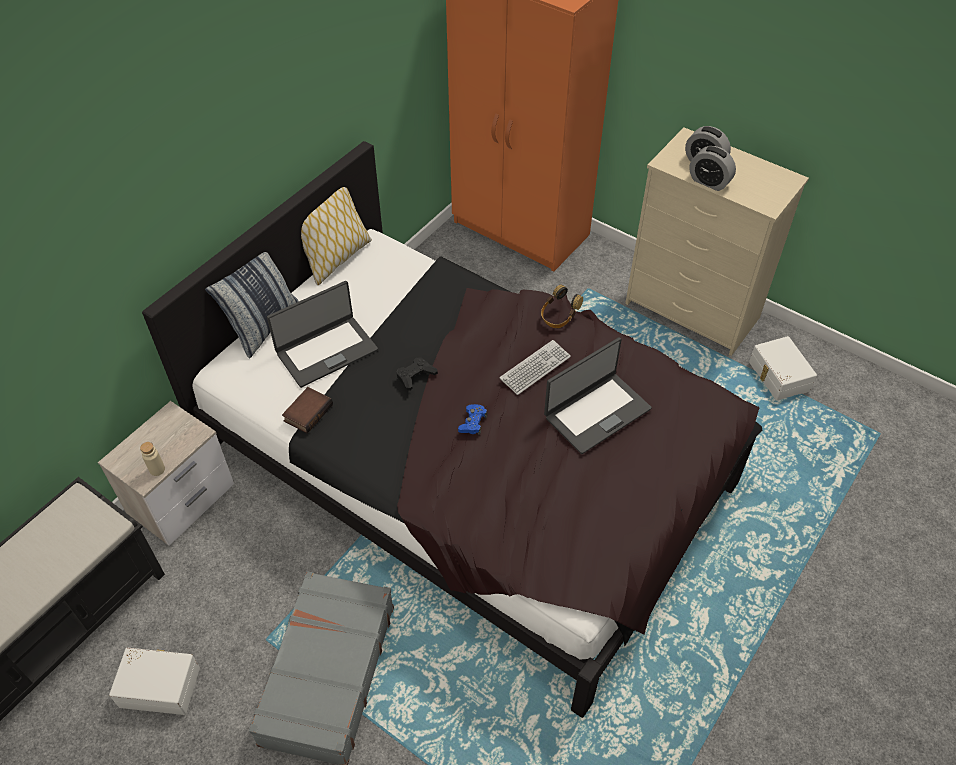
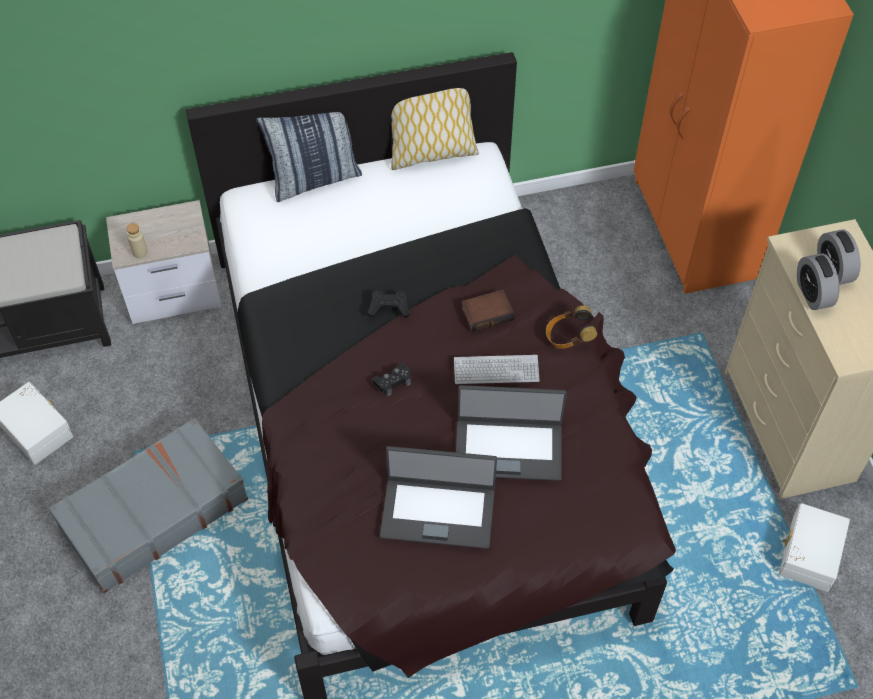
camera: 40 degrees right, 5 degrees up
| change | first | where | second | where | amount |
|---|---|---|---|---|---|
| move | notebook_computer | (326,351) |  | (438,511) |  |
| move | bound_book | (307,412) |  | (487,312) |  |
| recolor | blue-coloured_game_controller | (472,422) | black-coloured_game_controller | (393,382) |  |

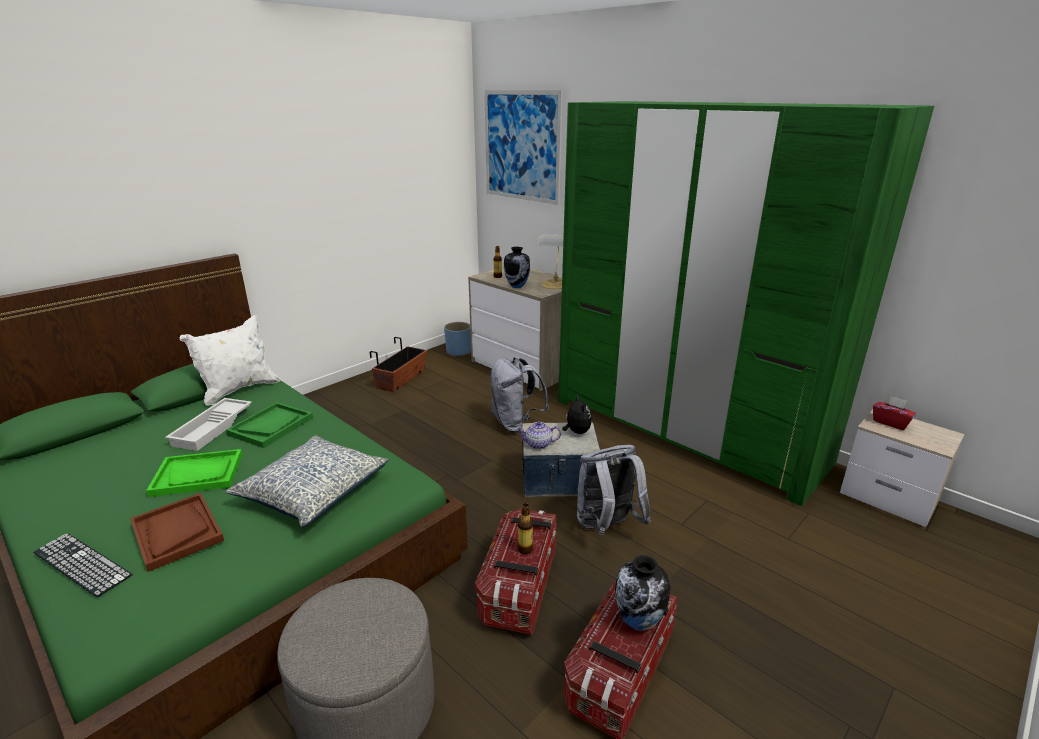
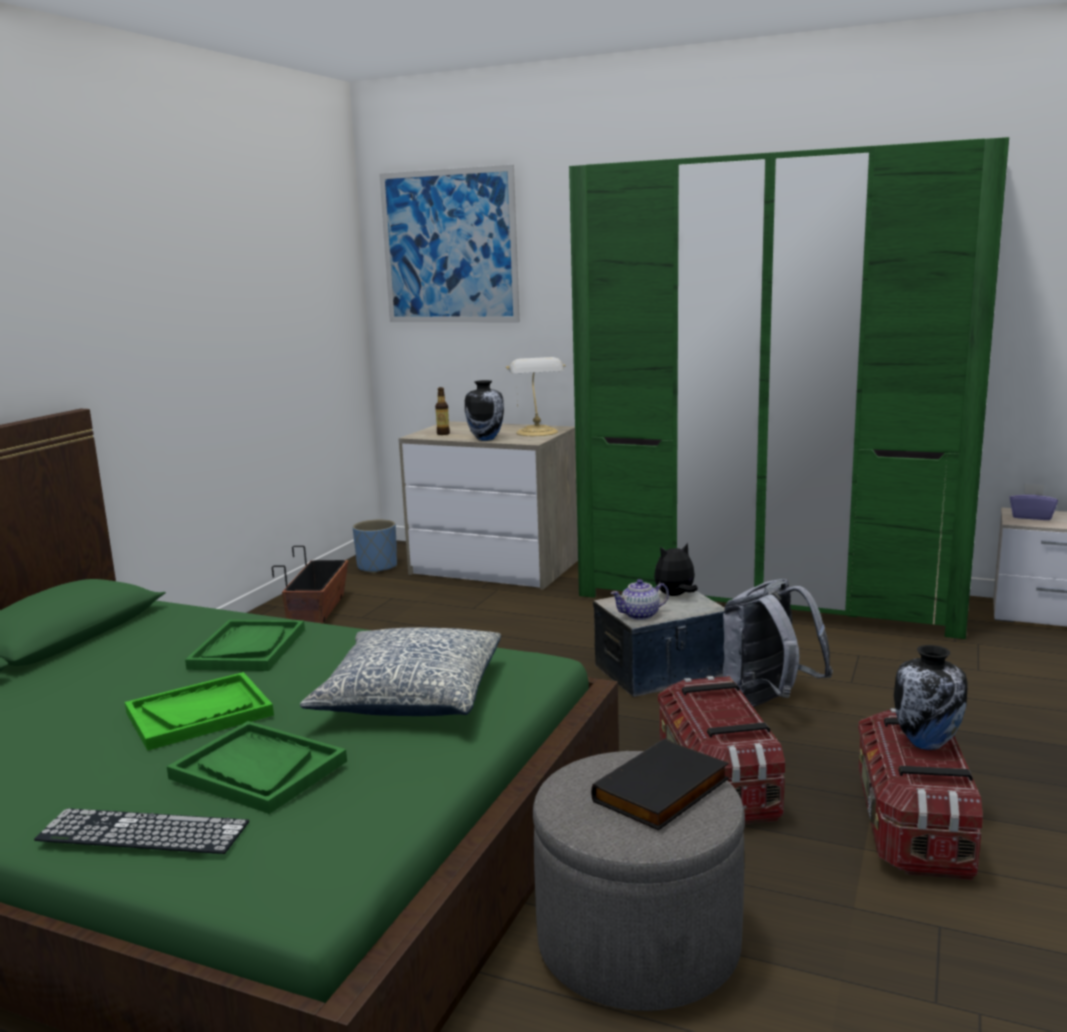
camera: 20 degrees left, 10 degrees down
| change | first | where | second | where | amount |
|---|---|---|---|---|---|
| recolor | brown-coloured_tray | (177,532) | green_tray | (258,770) |  |
| delete | white-coloured_tray | (213,428) |  |  |  |
| delete | white-coloured_cushion | (239,390) |  |  |  |
| delete | gray_knapsack | (515,423) |  |  |  |
| delete | drink_bottle | (525,549) |  |  |  |
| rotate | plush_toy | (576,432) |  | (675,596) | 75 degrees counterclockwise |
| recolor | reddish_box_of_tissues | (890,422) | purple-coloured_box_of_tissues | (1031,516) |  |
| insert |  |  | black-coloured_bound_book | (663,792) |  |

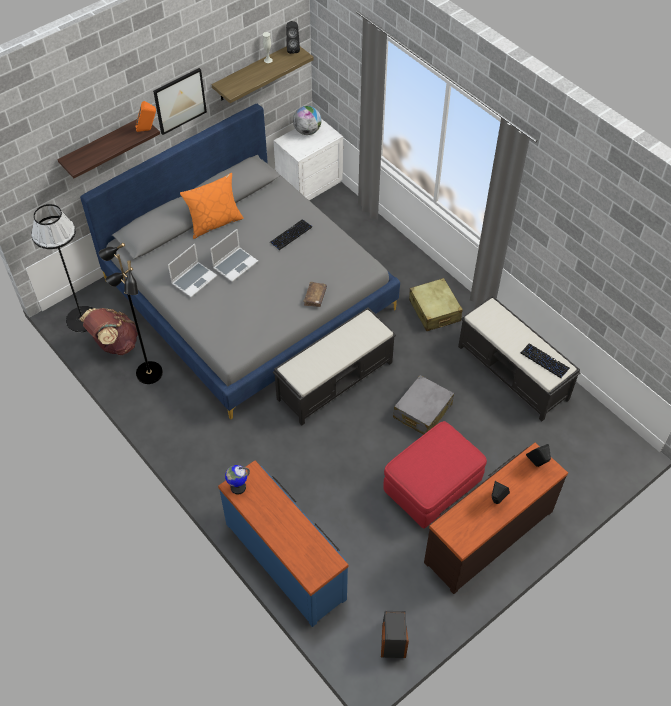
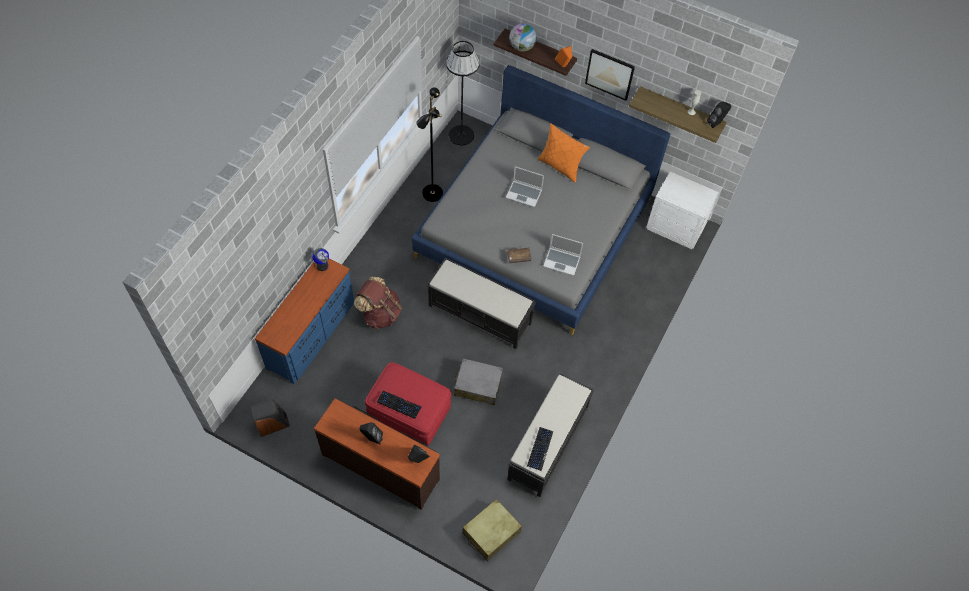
camera: 65 degrees right, 5 degrees up
| change | first | where | second | where | amount |
|---|---|---|---|---|---|
| move | brown-coloured_knapsack | (114,344) |  | (380,314) |  |
| move | notebook_computer | (194,279) |  | (562,261) |  |
| move | computer_keyboard | (291,235) |  | (399,405) |  |
| move | desk_globe | (307,131) |  | (522,47) |  |
| move | sand-coloured_suitcase | (434,311) |  | (491,532) |  |

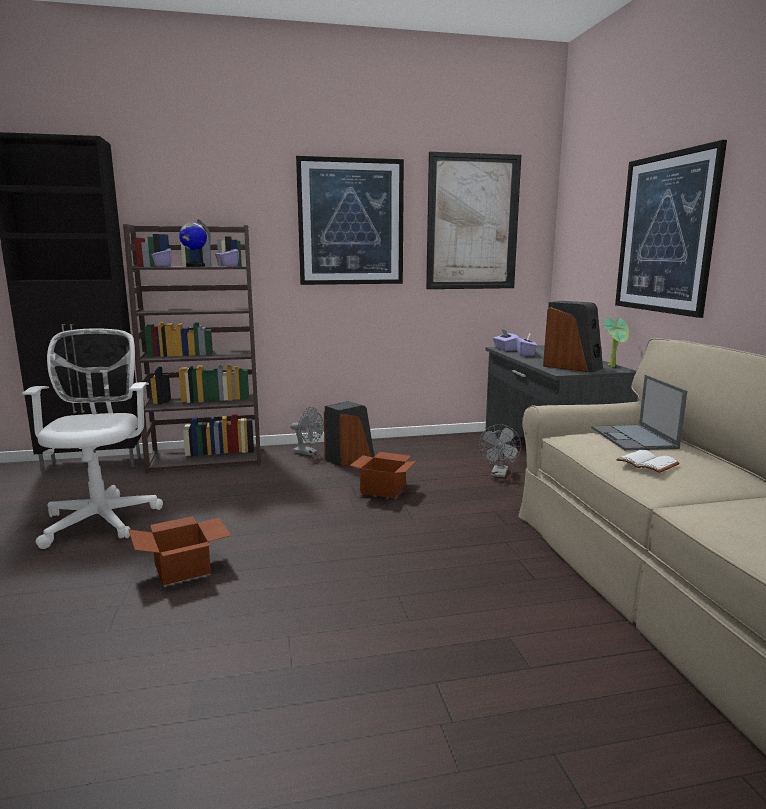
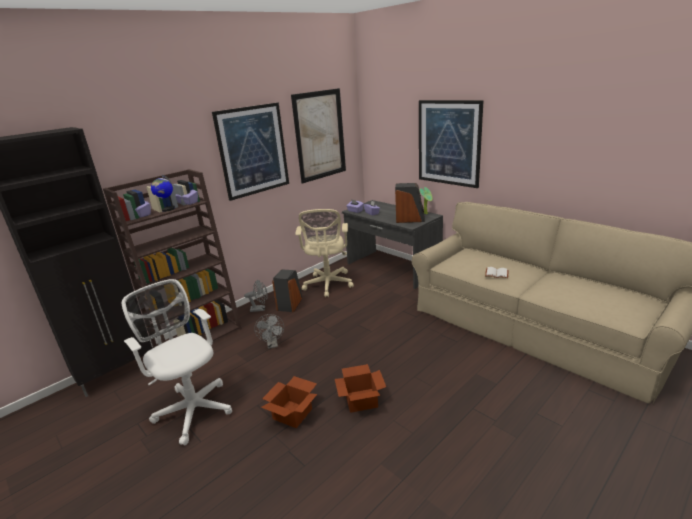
camera: 30 degrees left, 10 degrees up
| change | first | where | second | where | amount |
|---|---|---|---|---|---|
| move | carton | (384,489) |  | (361,399) |  |
| move | gray_fan | (499,474) |  | (272,345) |  |
| delete | notebook_computer | (634,438) |  |  |  |
| insert |  |  | sand-coloured_desk_chair | (328,285) |  |

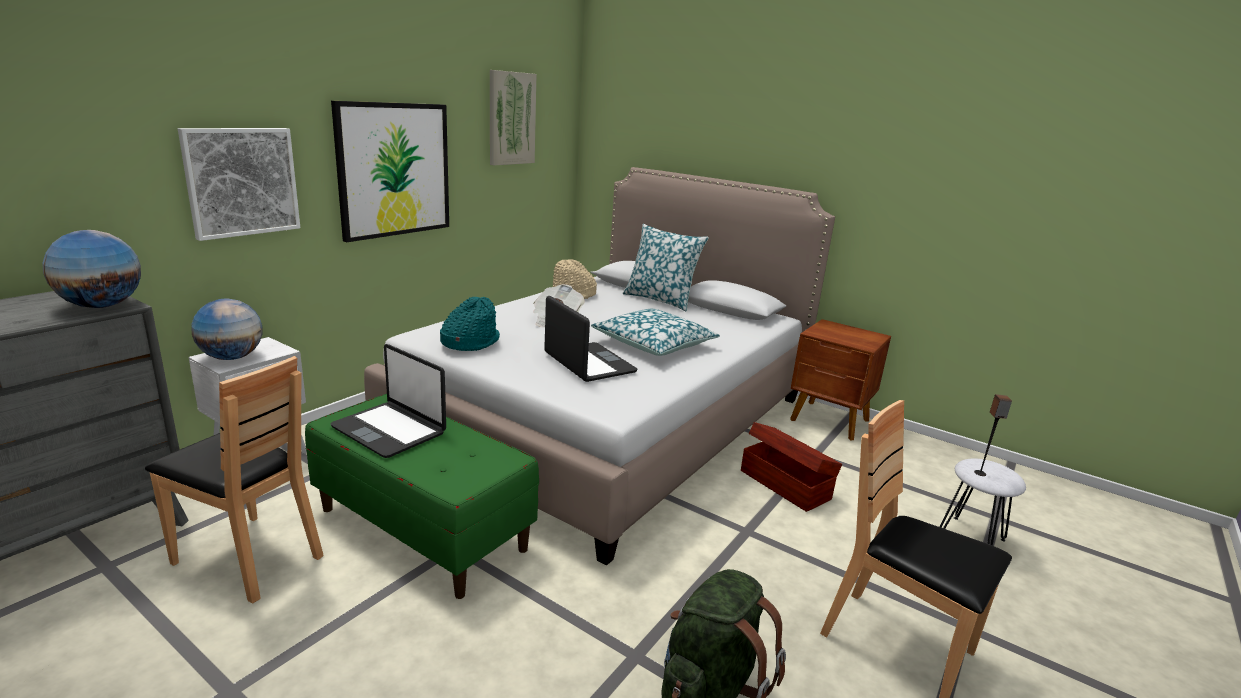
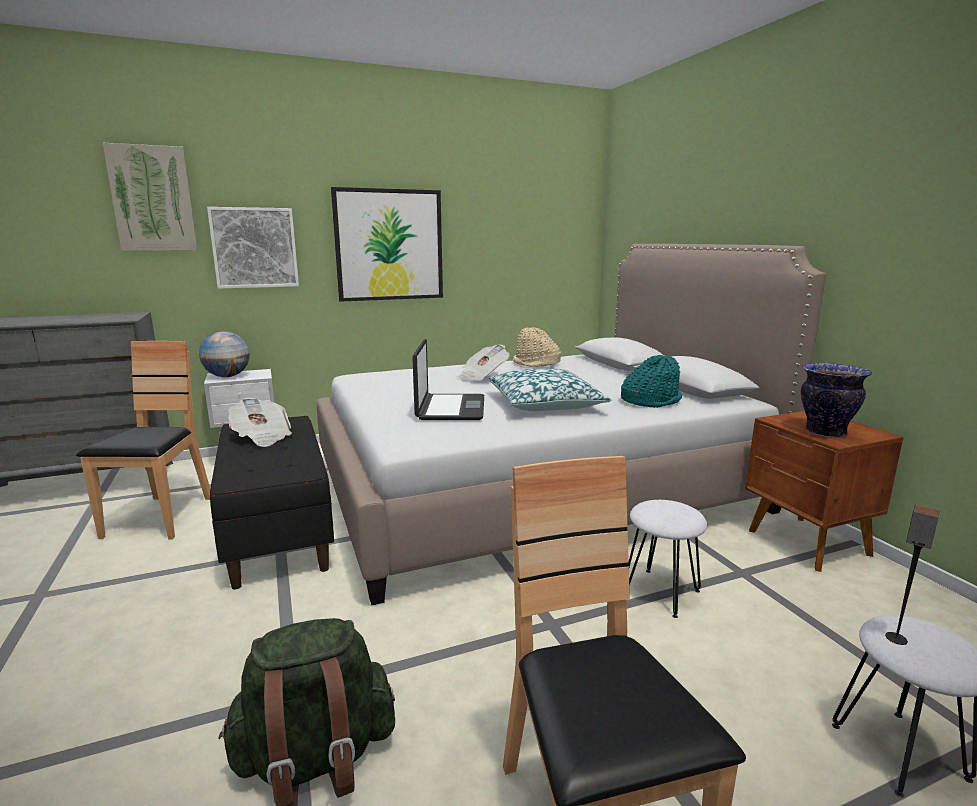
camera: 35 degrees right, 5 degrees down
| change | first | where | second | where | amount |
|---|---|---|---|---|---|
| delete | desk_globe | (101,306) |  |  |  |
| rotate | brown-coloured_plain_chair | (249,558) |  | (160,518) | 150 degrees counterclockwise |
| recolor | green_bench | (423,529) | black-coloured_bench | (278,531) |  |
| replace | notebook_computer | (390,430) | printed_paper | (262,437) |  |
| move | turquoise_wearable_hat | (470,342) |  | (650,401) |  |
| move | picture | (511,118) |  | (153,199) |  |
| delete | cushion | (660,300) |  |  |  |
| replace | brown-coloured_storage_box | (785,484) | white-coloured_stool | (659,592) |  |
| insert |  |  | vase | (824,432) |  |

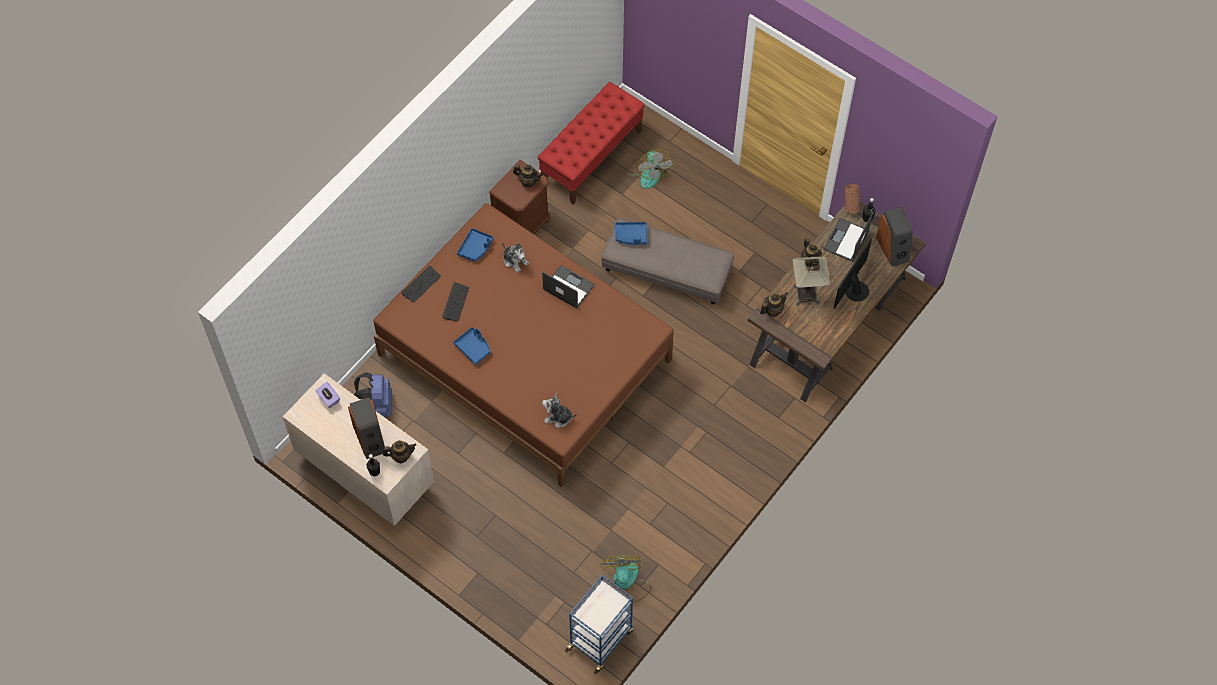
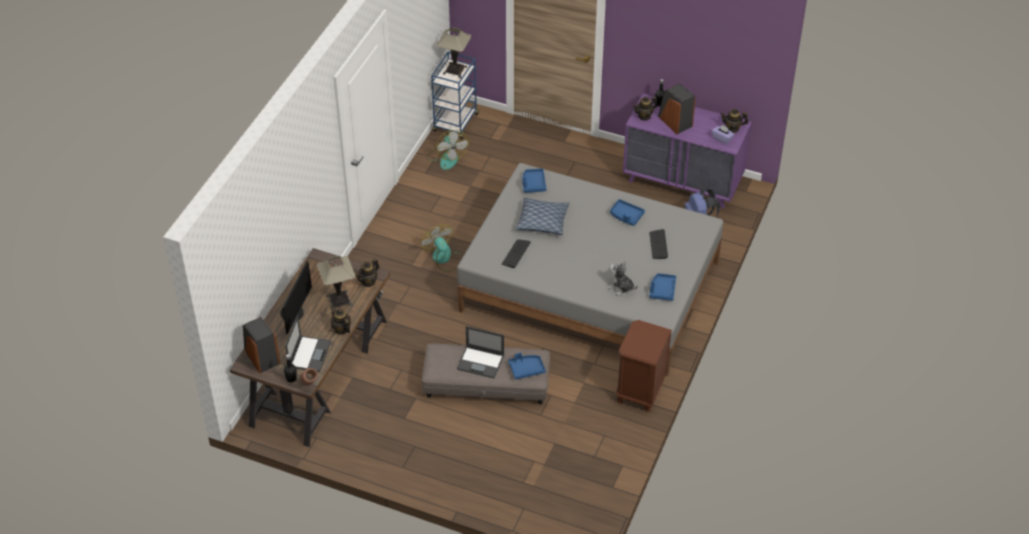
camera: 165 degrees right, 15 degrees down
| change | first | where | second | where | amount |
|---|---|---|---|---|---|
| recolor | sand-coloured_chest_of_drawers | (365,472) | purple-coloured_chest_of_drawers | (683,182) |  |
| recolor | brown-coloured_sleeping_bed | (525,356) | gray_sleeping_bed | (590,286) |  |
| move | computer_keyboard | (421,285) |  | (516,254) |  |
| move | teapot | (528,181) |  | (732,128) |  |
| delete | reddish_bench | (591,157) |  |  |  |
| move | notebook_computer | (568,287) |  | (481,362) |  |
| replace | plush_toy | (558,417) | blue-coloured_tray | (533,184) |  |
| move | fan | (648,172) |  | (445,258) |  |
| insert |  |  | lamp_for_a_table | (455,70) |  |
| insert |  |  | cushion | (542,221) |  |

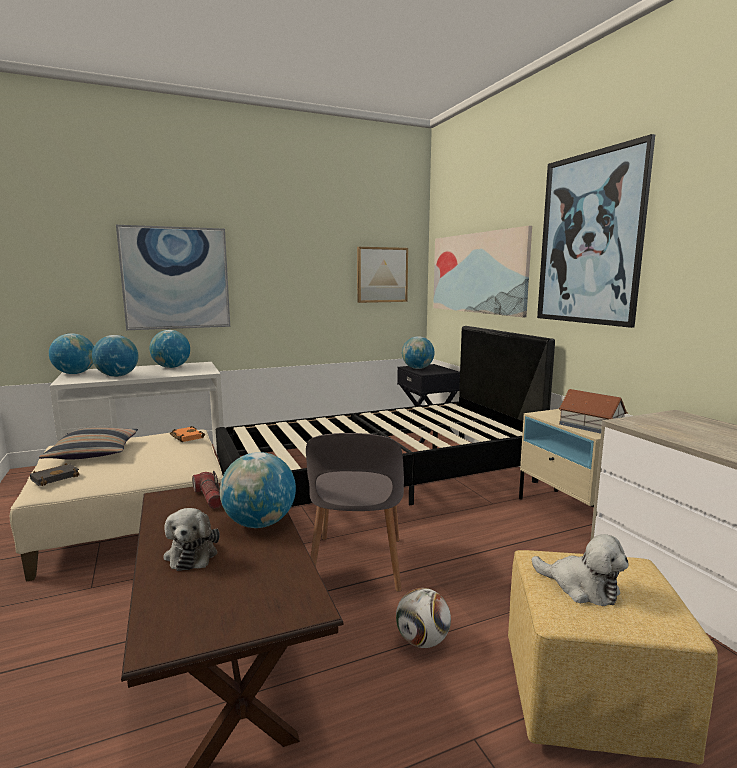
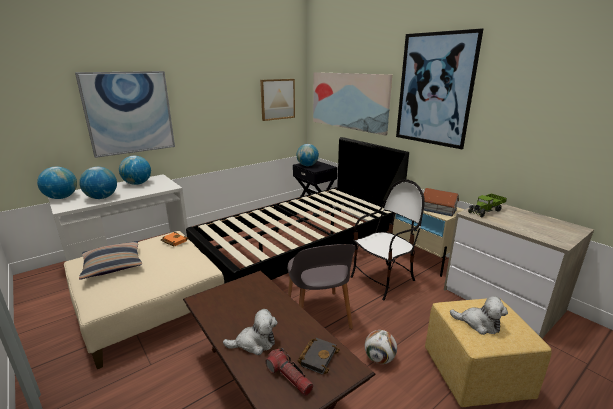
camera: 15 degrees left, 10 degrees up
| change | first | where | second | where | amount |
|---|---|---|---|---|---|
| move | black-coloured_bound_book | (56,477) |  | (317,357) |  |
| rotate | plush_toy | (192,553) |  | (254,343) | 75 degrees counterclockwise |
| move | torch | (209,497) |  | (289,377) |  |
| delete | desk_globe | (259,523) |  |  |  |
| insert |  |  | plain_chair | (383,280) |  |
| insert |  |  | toy_lorry | (486,211) |  |

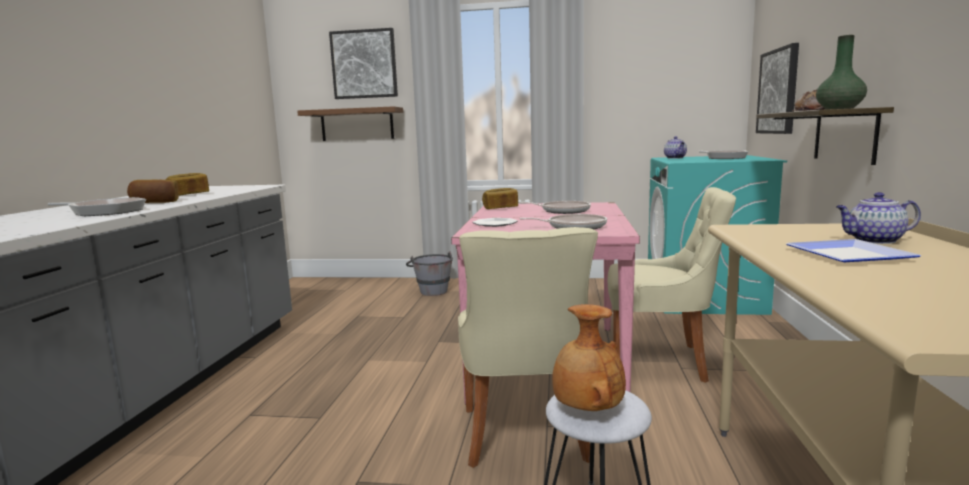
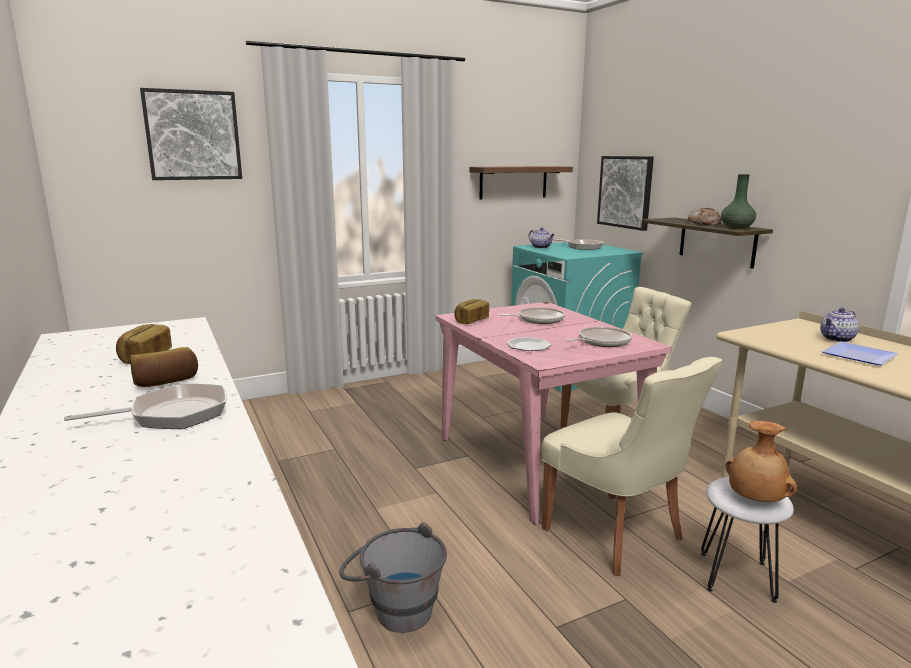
camera: 35 degrees left, 5 degrees up
| change | first | where | second | where | amount |
|---|---|---|---|---|---|
| move | brown-coloured_bracket_shelf | (357,124) |  | (513,182) |  |
| move | gray_pail | (431,290) |  | (394,608) |  |

